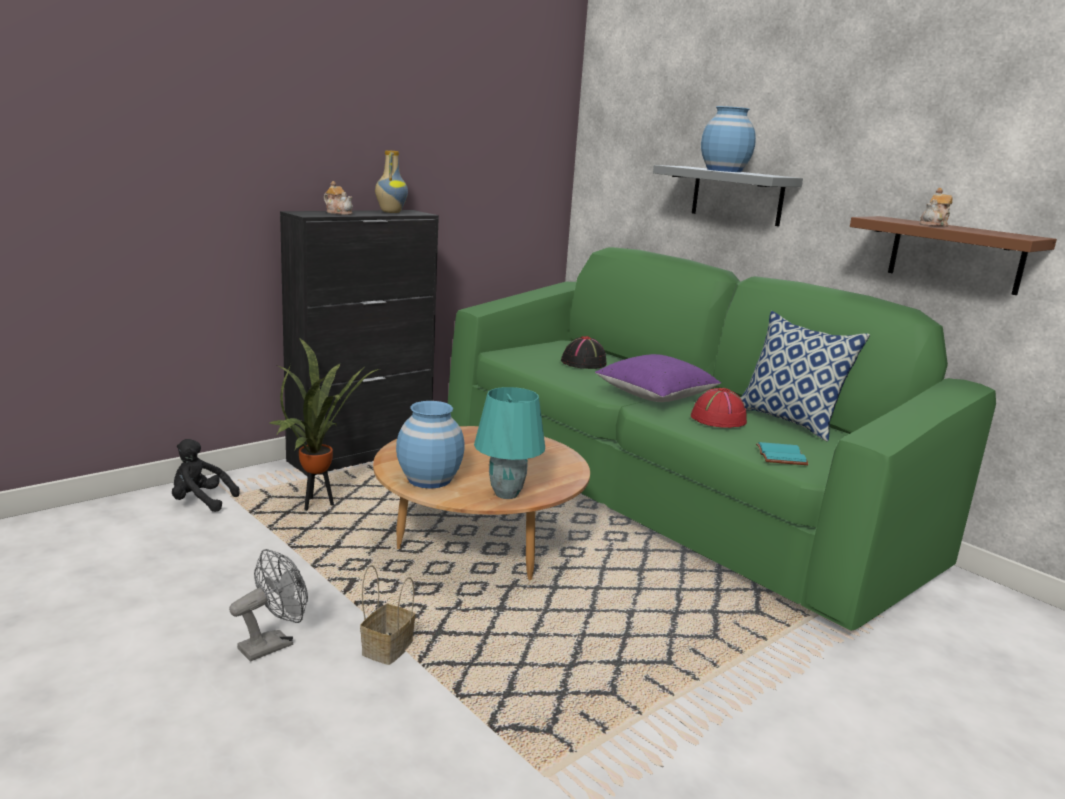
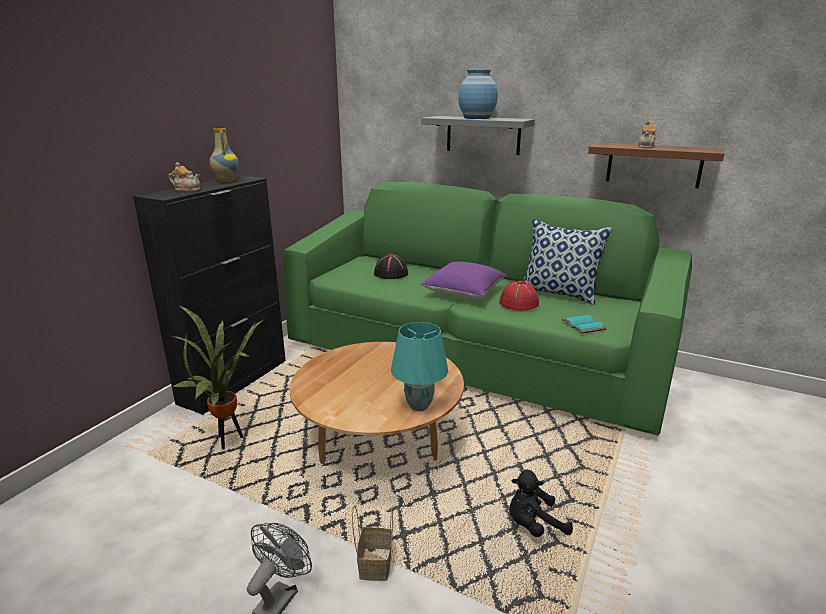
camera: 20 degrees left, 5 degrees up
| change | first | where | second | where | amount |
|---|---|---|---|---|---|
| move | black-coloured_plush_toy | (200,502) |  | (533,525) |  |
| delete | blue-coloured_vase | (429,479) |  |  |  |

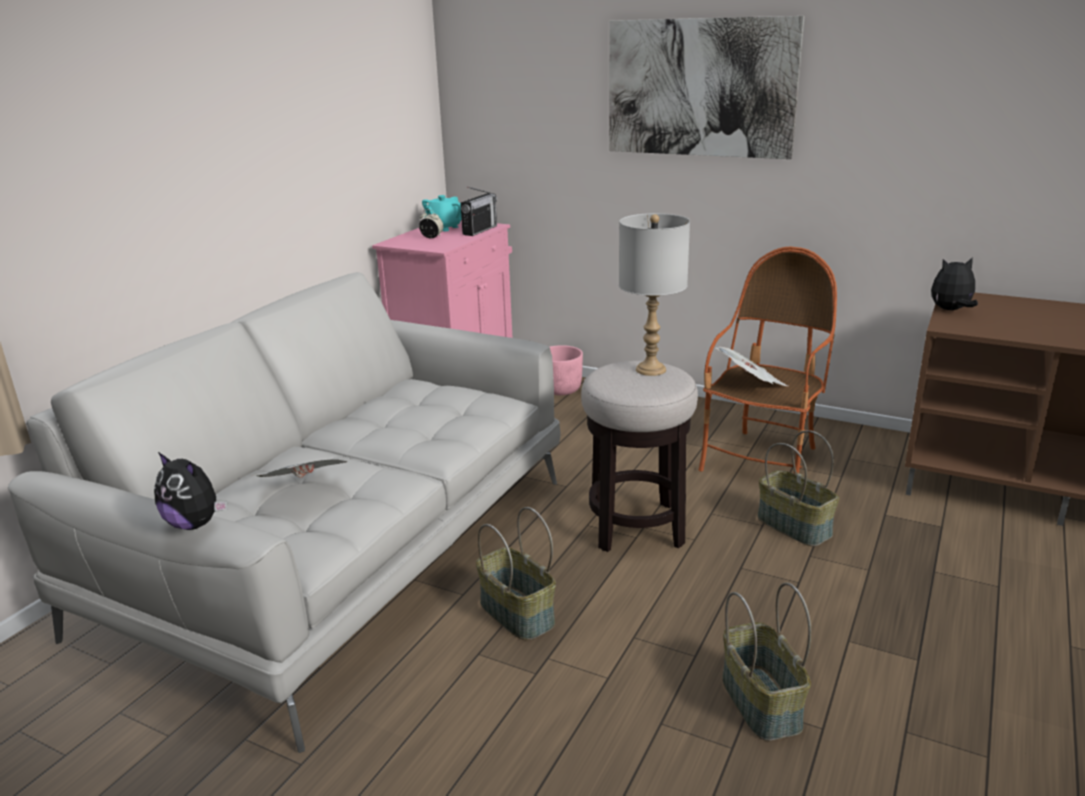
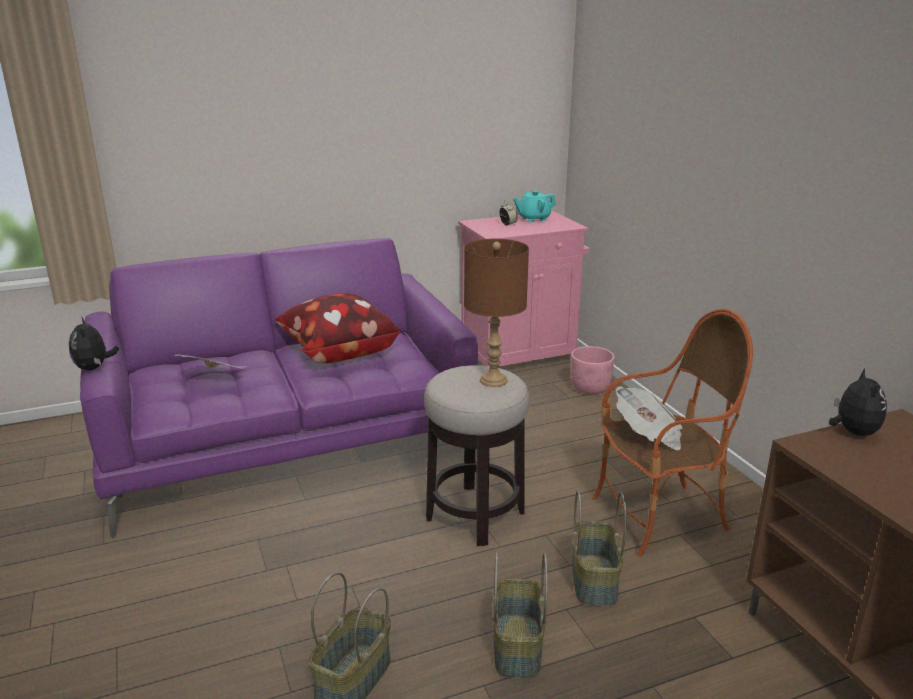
camera: 40 degrees right, 0 degrees up
| change | first | where | second | where | amount |
|---|---|---|---|---|---|
| recolor | gray_sofa | (344,551) | purple-coloured_sofa | (288,438) |  |
| delete | radio | (480,230) |  |  |  |
| move | basket | (515,613) |  | (516,645) |  |
| delete | picture | (700,88) |  |  |  |
| recolor | gray_lamp_for_a_table | (651,369) | brown-coloured_lamp_for_a_table | (494,380) |  |
| rotate | plush_toy | (951,310) |  | (853,432) | 60 degrees clockwise |
| insert |  |  | cushion | (338,353) |  |

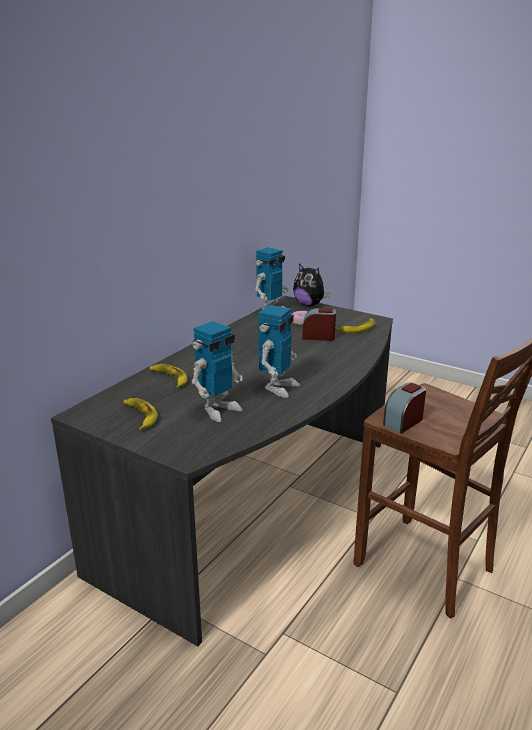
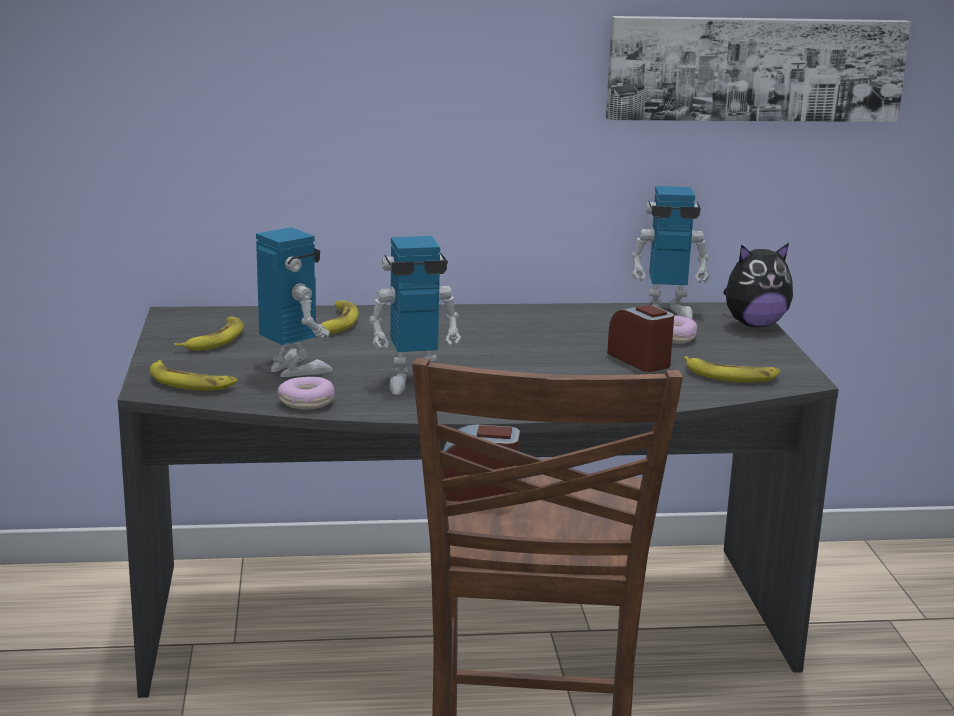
camera: 50 degrees right, 5 degrees down
| change | first | where | second | where | amount |
|---|---|---|---|---|---|
| rotate | robot_figure | (218,410) |  | (294,369) | 135 degrees counterclockwise |
| rotate | plush_toy | (309,305) |  | (754,324) | 105 degrees counterclockwise |
| insert |  |  | banana | (190,382) |  |
| insert |  |  | doughnut | (307,402) |  |
| insert |  |  | picture | (755,68) |  |

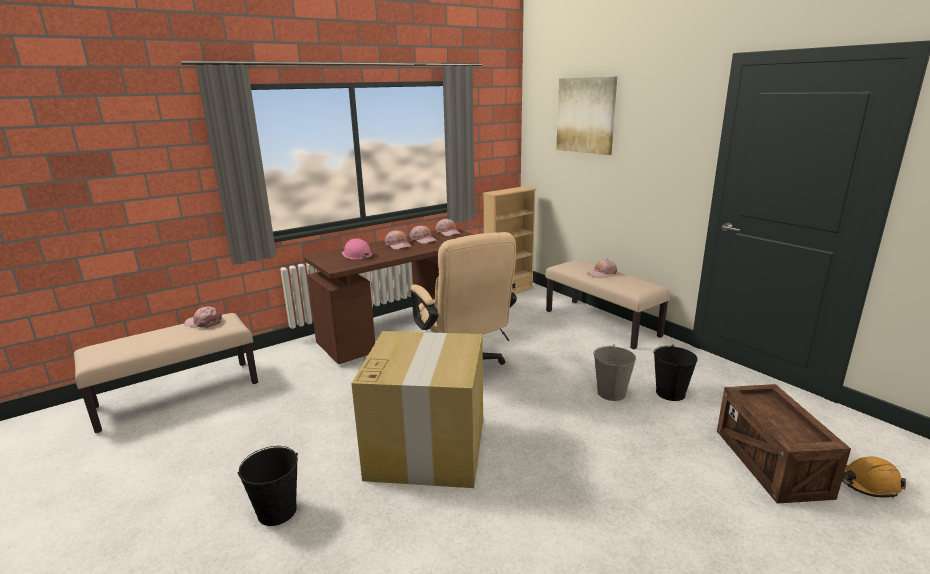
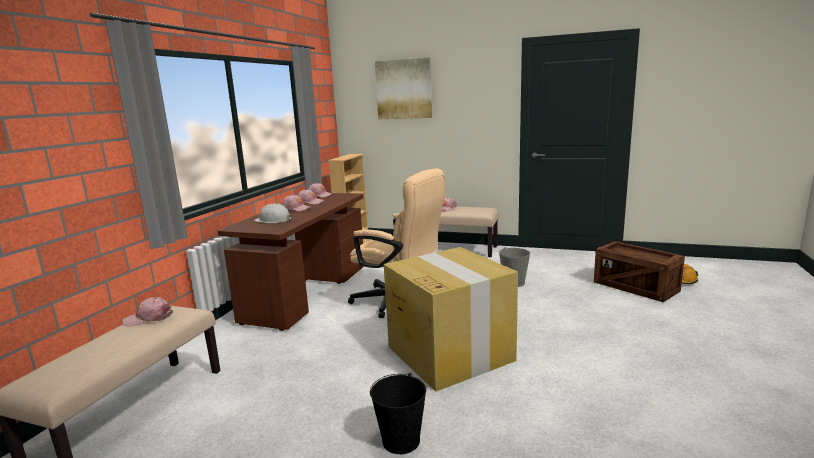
camera: 35 degrees left, 5 degrees down
| change | first | where | second | where | amount |
|---|---|---|---|---|---|
| recolor | pinkish_safety_helmet | (356,255) | white-coloured_safety_helmet | (273,220) |  |
| delete | black-coloured_pail | (670,393) |  |  |  |

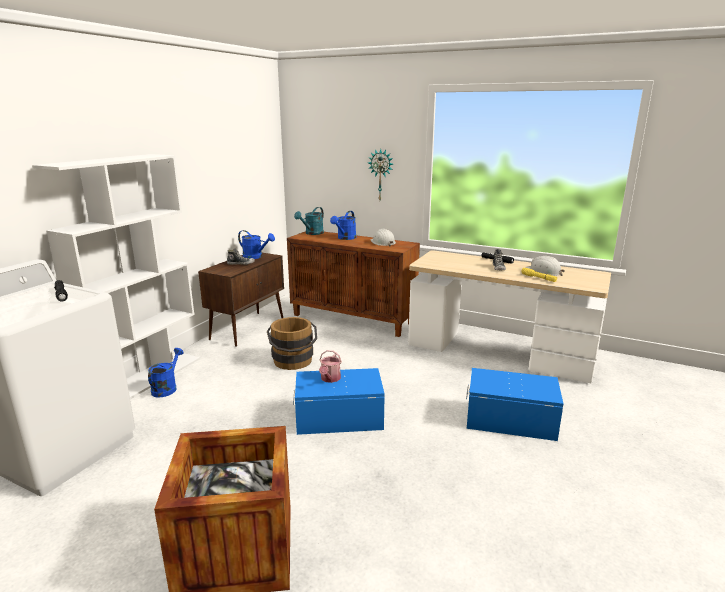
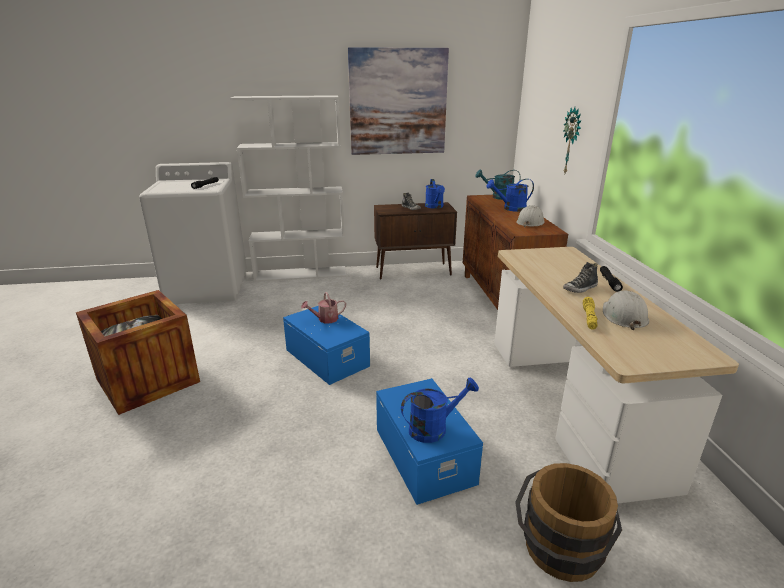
camera: 55 degrees right, 5 degrees up
| change | first | where | second | where | amount |
|---|---|---|---|---|---|
| move | blue-coloured_watering_pot | (166,388) |  | (434,428) |  |
| move | brown-coloured_pail | (293,362) |  | (559,553) |  |
| insert |  |  | picture | (398,102) |  |

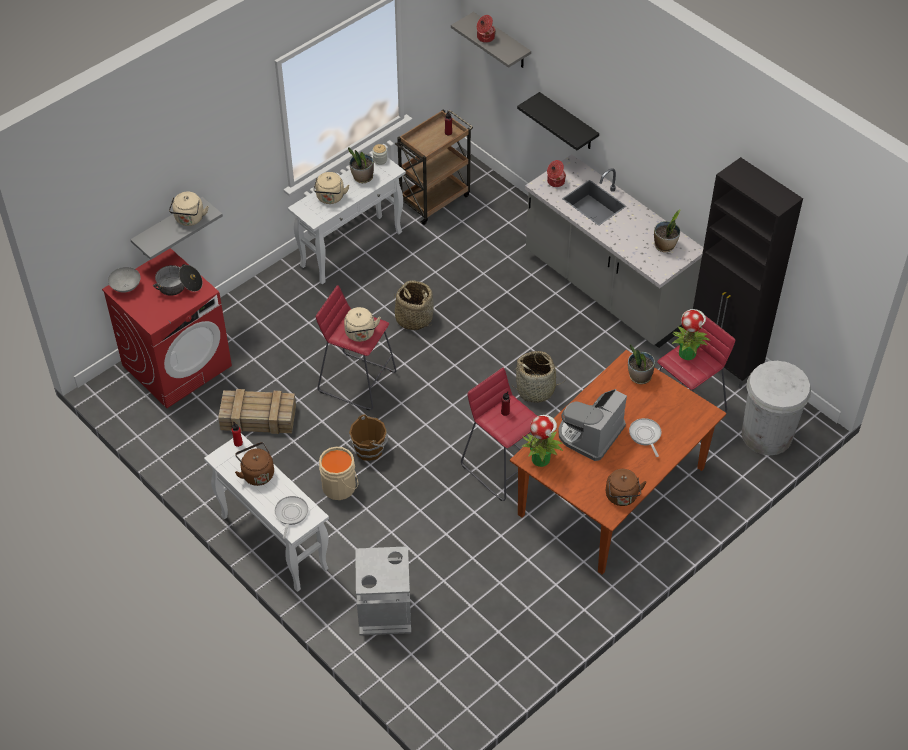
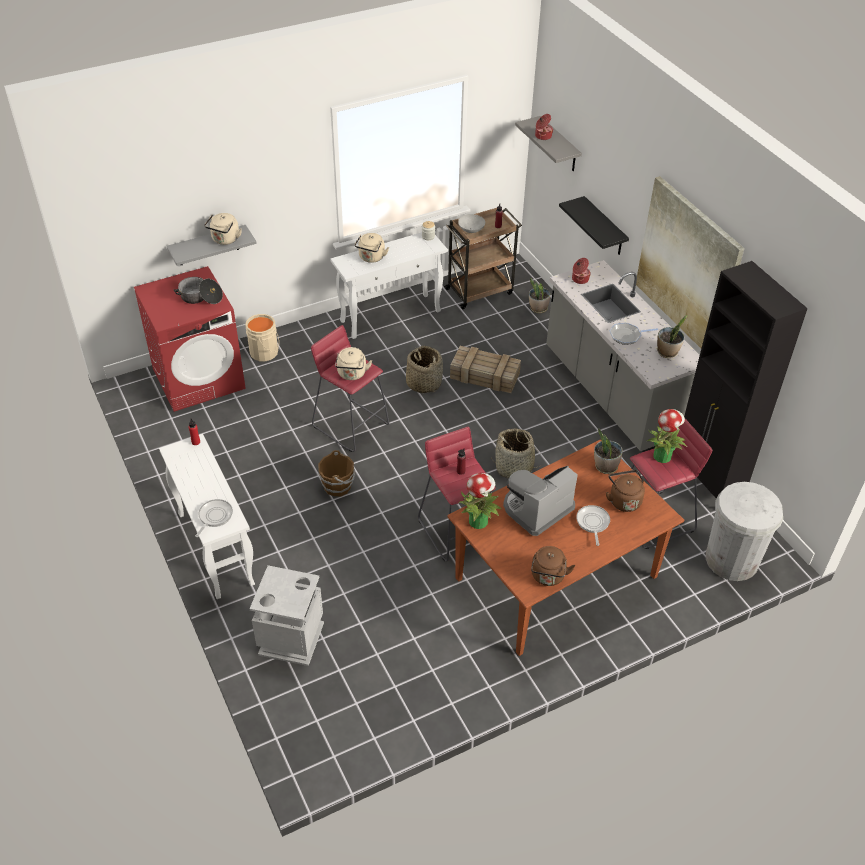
camera: 15 degrees right, 5 degrees down
| change | first | where | second | where | amount |
|---|---|---|---|---|---|
| move | gray_bowl | (126,287) |  | (471,230) |  |
| move | crate | (257,418) |  | (483,375) |  |
| move | brown-coloured_kettle | (257,473) |  | (623,500) |  |
| move | sand-coloured_pail | (341,486) |  | (265,352) |  |
| move | plant_in_a_pot | (362,177) |  | (538,308) |  |
| insert |  |  | skillet | (627,336) |  |
| insert |  |  | picture | (688,266) |  |

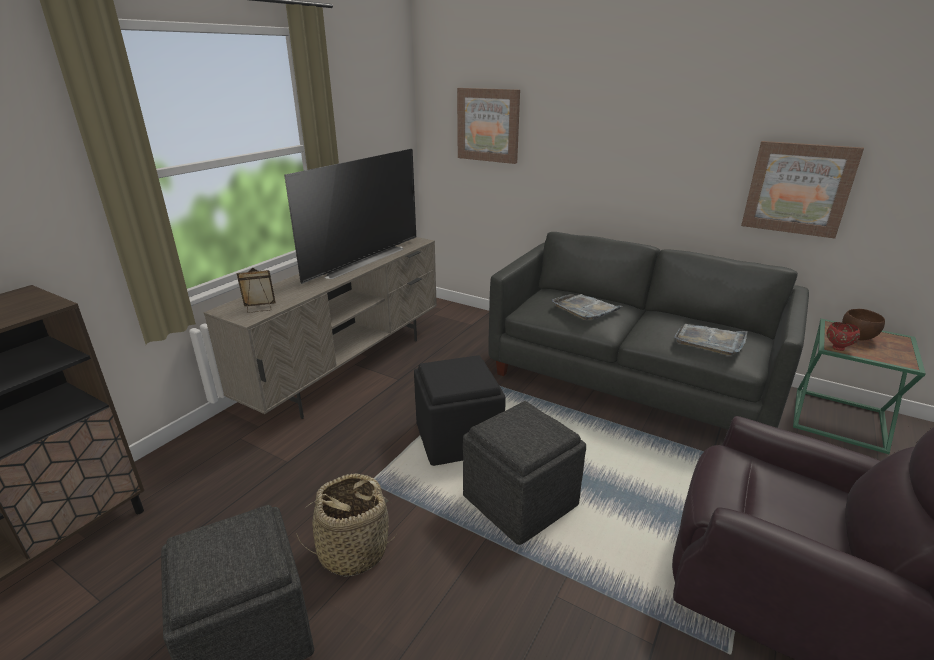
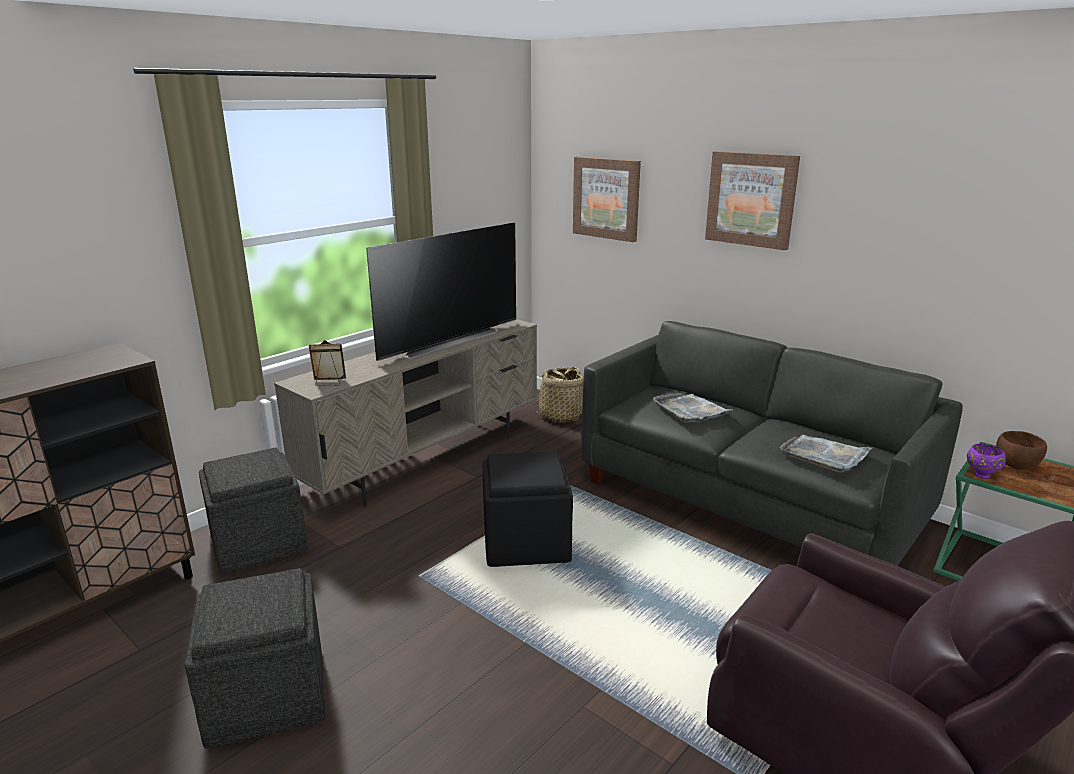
camera: 10 degrees right, 5 degrees down
| change | first | where | second | where | amount |
|---|---|---|---|---|---|
| move | basket | (353,550) |  | (560,416) |  |
| move | gray_footrest | (519,500) |  | (257,542) |  |
| move | picture | (798,188) |  | (751,199) |  |
| recolor | reddish_bowl | (837,348) | purple-coloured_bowl | (980,475) |  |

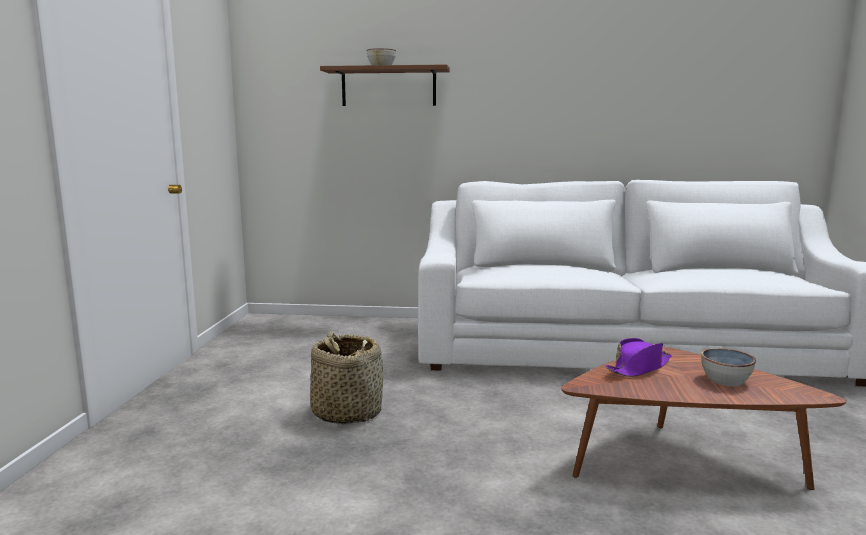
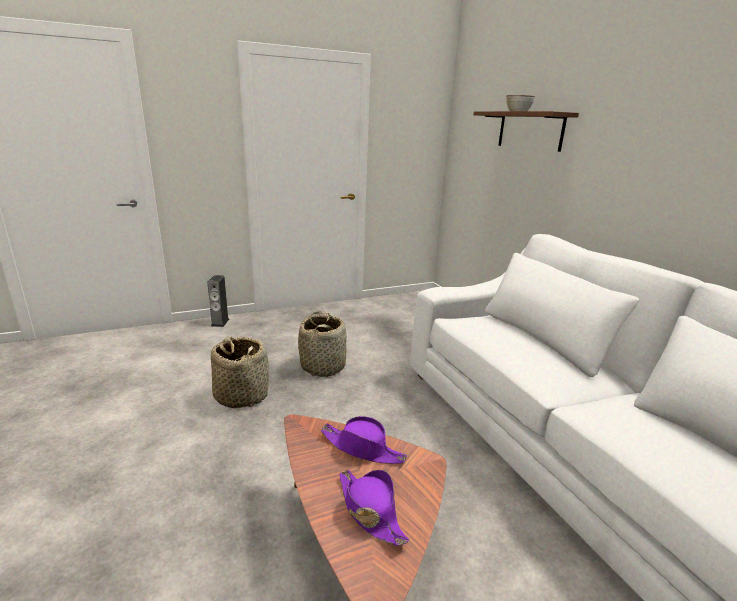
camera: 60 degrees right, 10 degrees up
| change | first | where | second | where | amount |
|---|---|---|---|---|---|
| replace | bowl | (725,380) | purple-coloured_wearable_hat | (369,510) |  |
| insert |  |  | audio_speaker | (220,322) |  |
| insert |  |  | basket | (241,395) |  |

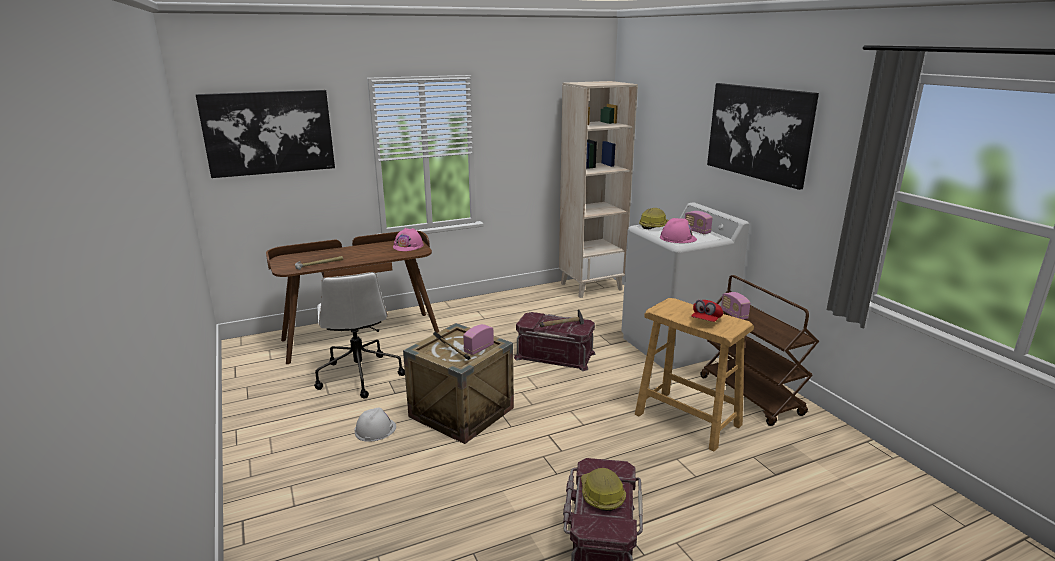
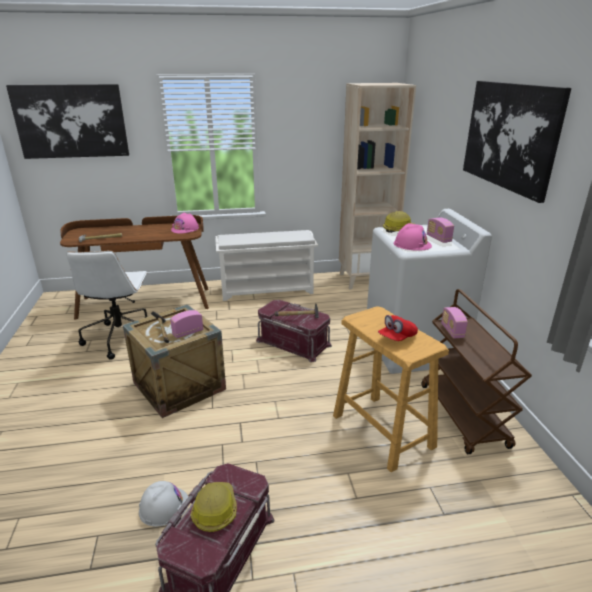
camera: 15 degrees right, 5 degrees up
| change | first | where | second | where | amount |
|---|---|---|---|---|---|
| move | white-coloured_safety_helmet | (375,429) |  | (164,506) |  |
| insert |  |  | white-coloured_shoe_rack | (267,290) |  |

